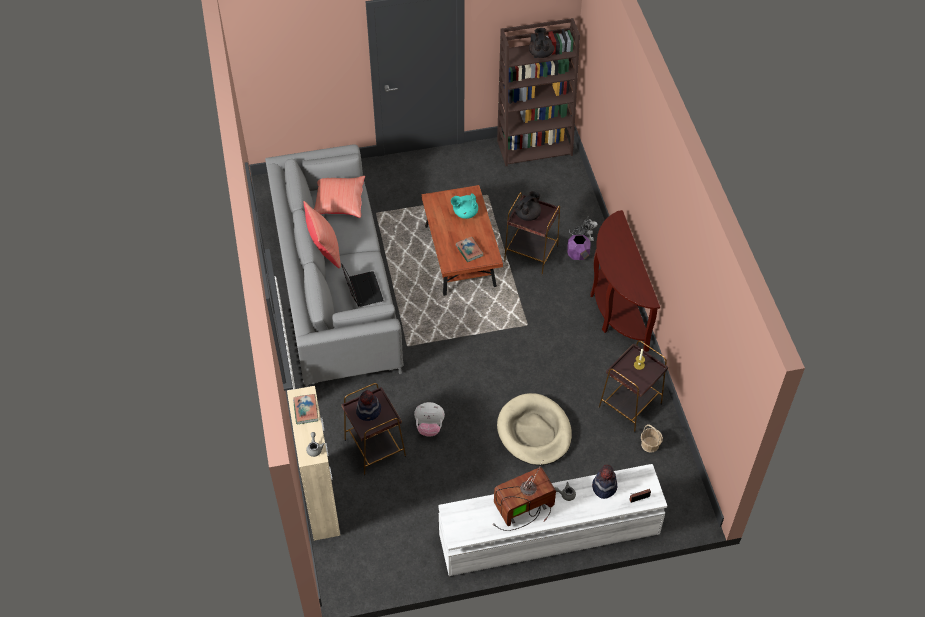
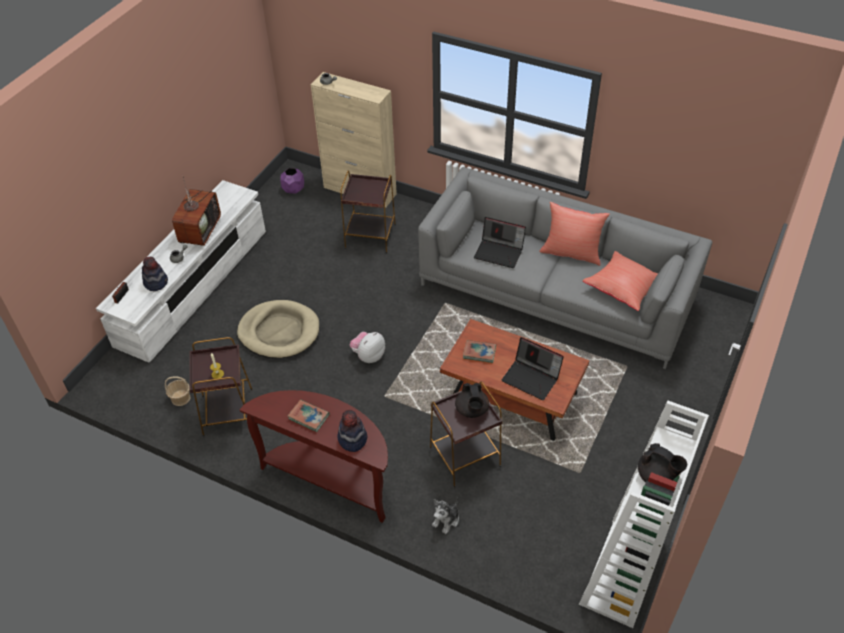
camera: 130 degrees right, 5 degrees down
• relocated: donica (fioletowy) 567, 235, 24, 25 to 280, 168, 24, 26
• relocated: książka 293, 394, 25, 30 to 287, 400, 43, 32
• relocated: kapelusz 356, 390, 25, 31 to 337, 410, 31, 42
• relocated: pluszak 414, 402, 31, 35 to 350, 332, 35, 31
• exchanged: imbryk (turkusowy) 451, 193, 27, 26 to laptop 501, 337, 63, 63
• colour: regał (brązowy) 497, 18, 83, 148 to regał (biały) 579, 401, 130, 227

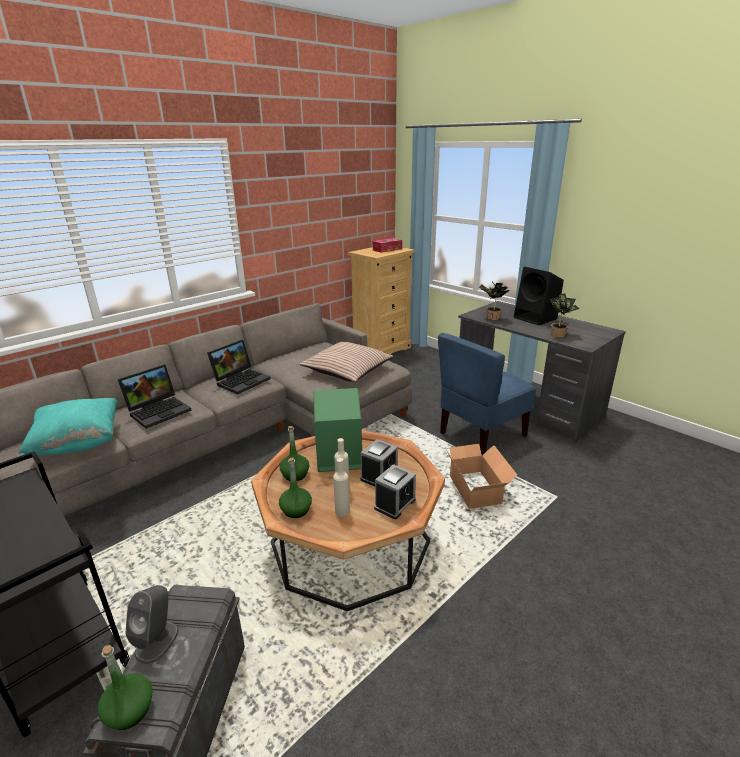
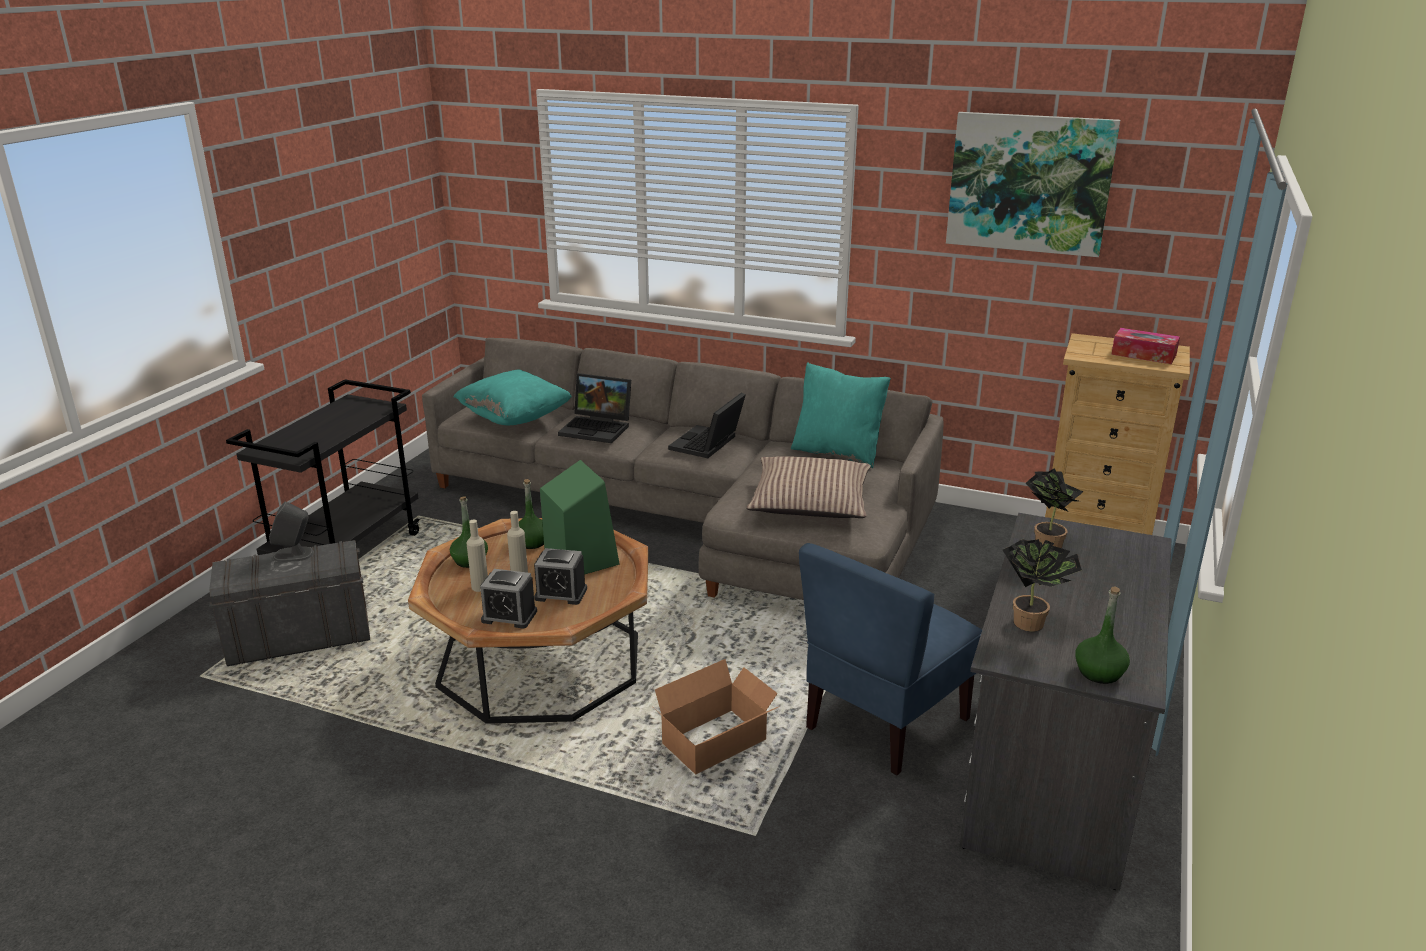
camera: 65 degrees right, 0 degrees up
• spun: laptop 207, 340, 63, 54 = 668, 393, 78, 65 105 degrees clockwise
• appeared: poduszka (turkusowy) 791, 362, 100, 106
• spun: krzesło (niebieski) 438, 333, 98, 122 = 799, 543, 183, 232 75 degrees counterclockwise
• appeared: obraz 946, 112, 174, 145
• relocated: butelka (zielony) 98, 645, 55, 85 to 1075, 586, 55, 98
• missing: głośnik (czarny) 514, 267, 50, 58

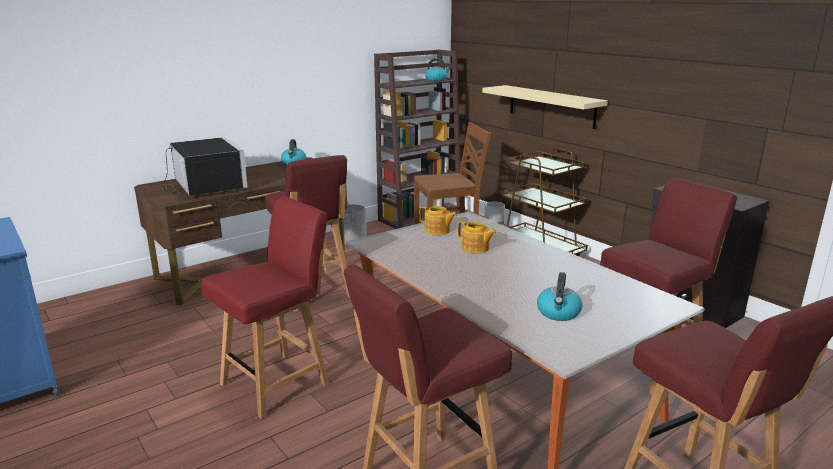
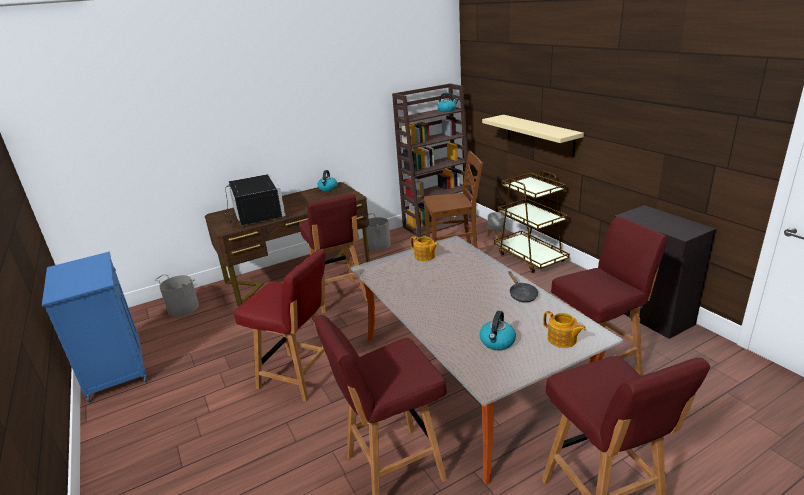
camera: 10 degrees right, 5 degrees up
• appeared: wiadro (szary) 154, 274, 45, 43
• spun: krzesło (czerwony) 201, 196, 128, 223 = 234, 249, 91, 153 60 degrees clockwise
• appeared: patelnia (czarny) 508, 271, 30, 31
• relocated: imbryk 457, 221, 40, 32 to 543, 311, 43, 37

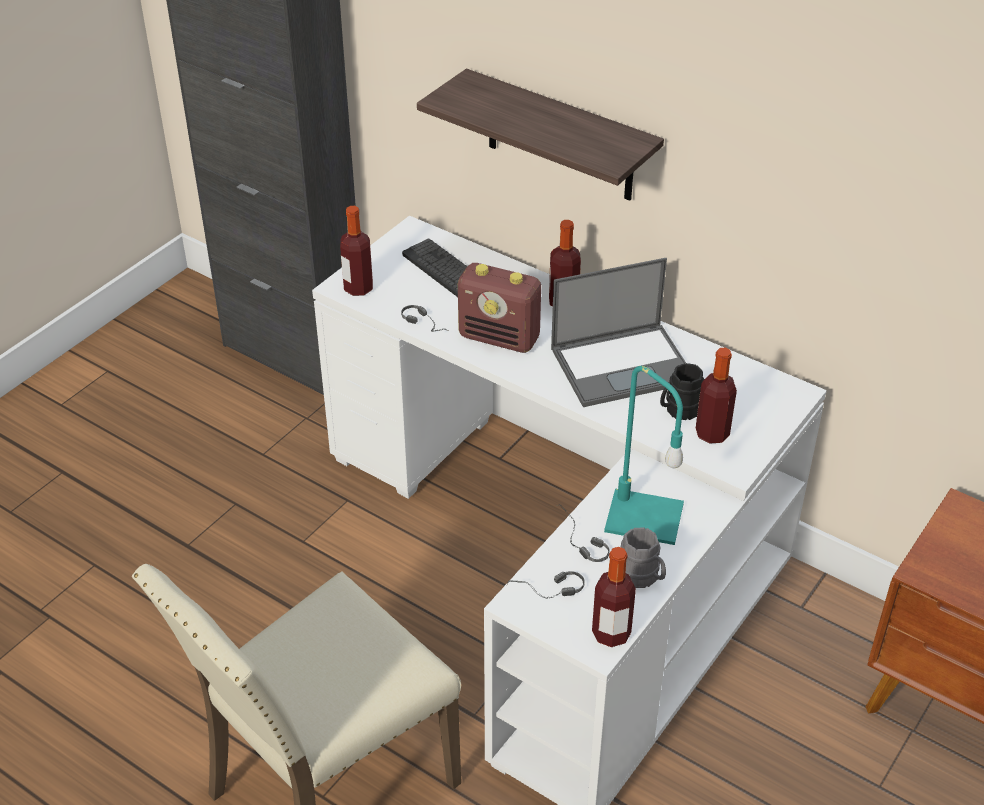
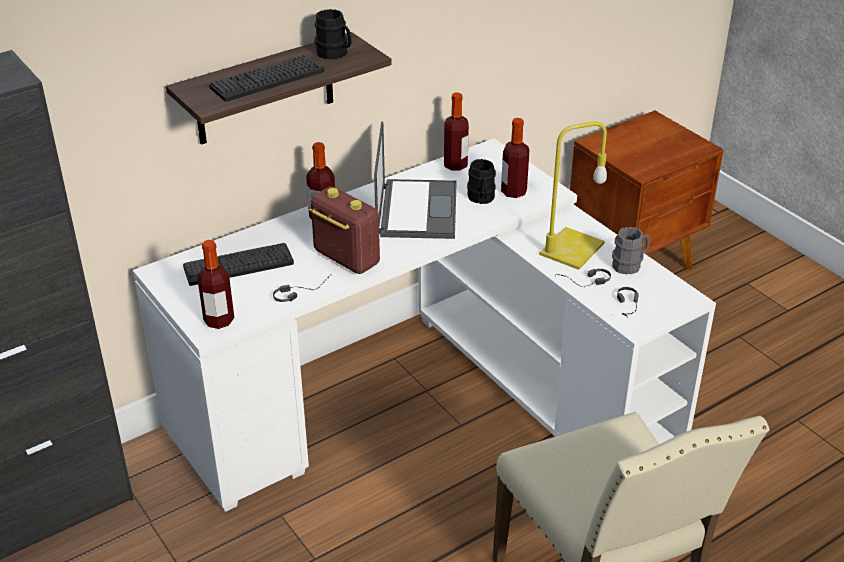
camera: 70 degrees left, 5 degrees down
• appeared: klawiatura 209, 54, 116, 48
• spun: radio 458, 263, 83, 90 = 309, 186, 71, 88 90 degrees counterclockwise
• appeared: kubek (czarny) 314, 9, 38, 50
• relocated: butelka 592, 547, 44, 100 to 444, 93, 25, 77
• colour: lampa stołowa (turkusowy) 604, 366, 80, 179 to lampa stołowa (żółty) 539, 121, 68, 149

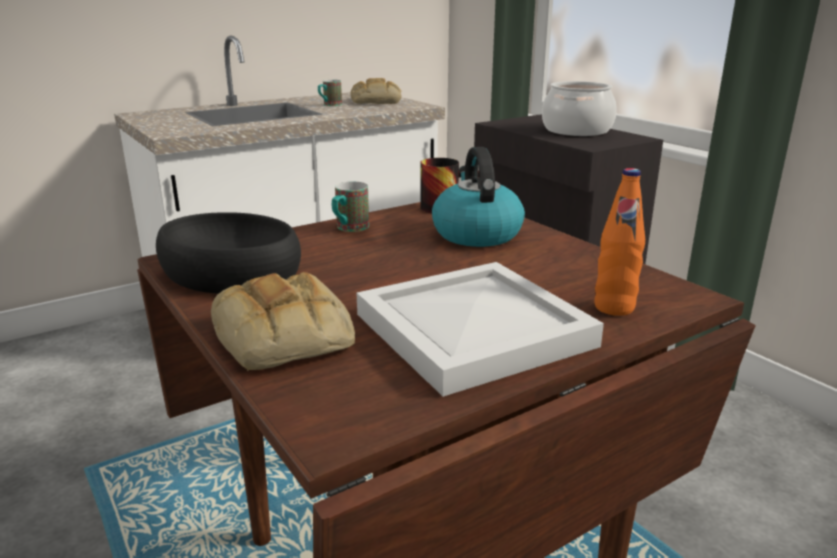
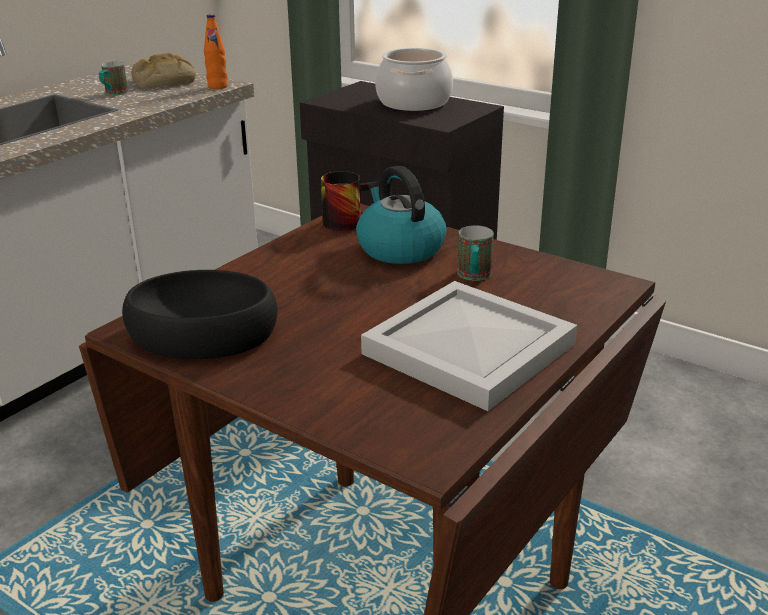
camera: 20 degrees left, 5 degrees up
• relocated: butelka (pomarańczowy) 594, 168, 51, 148 to 204, 14, 24, 75
• relocated: kubek 332, 182, 37, 50 to 457, 225, 37, 56
• missing: chleb 211, 272, 144, 99

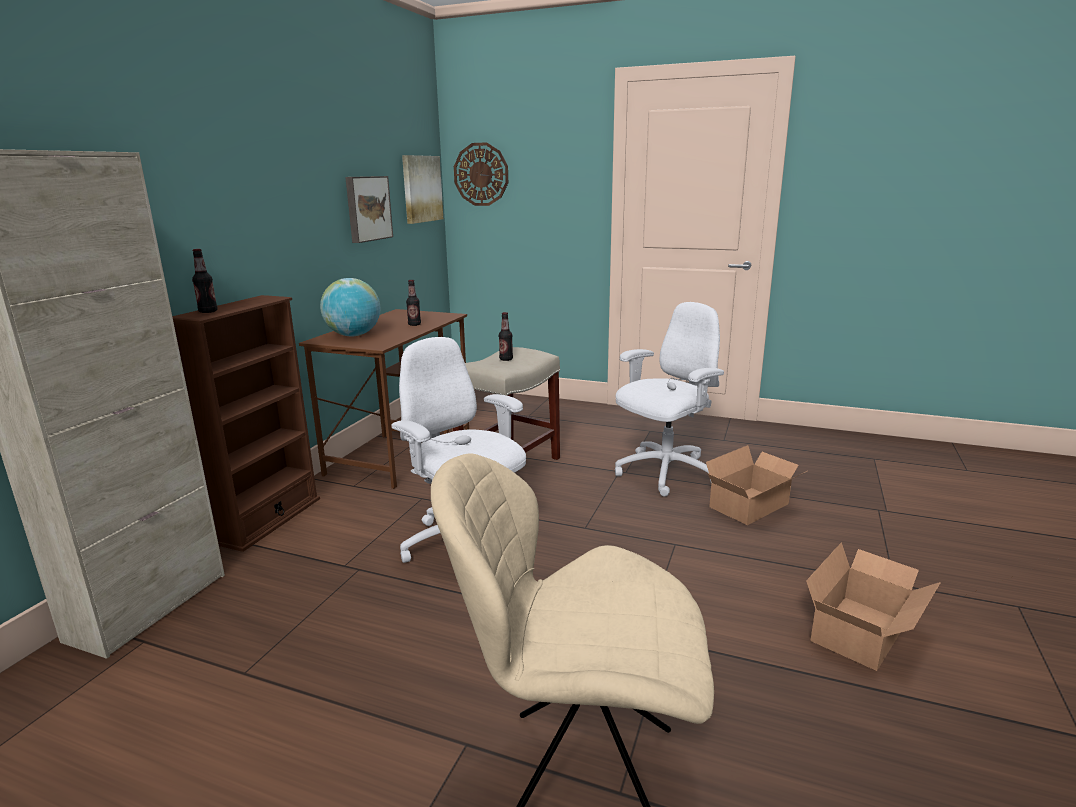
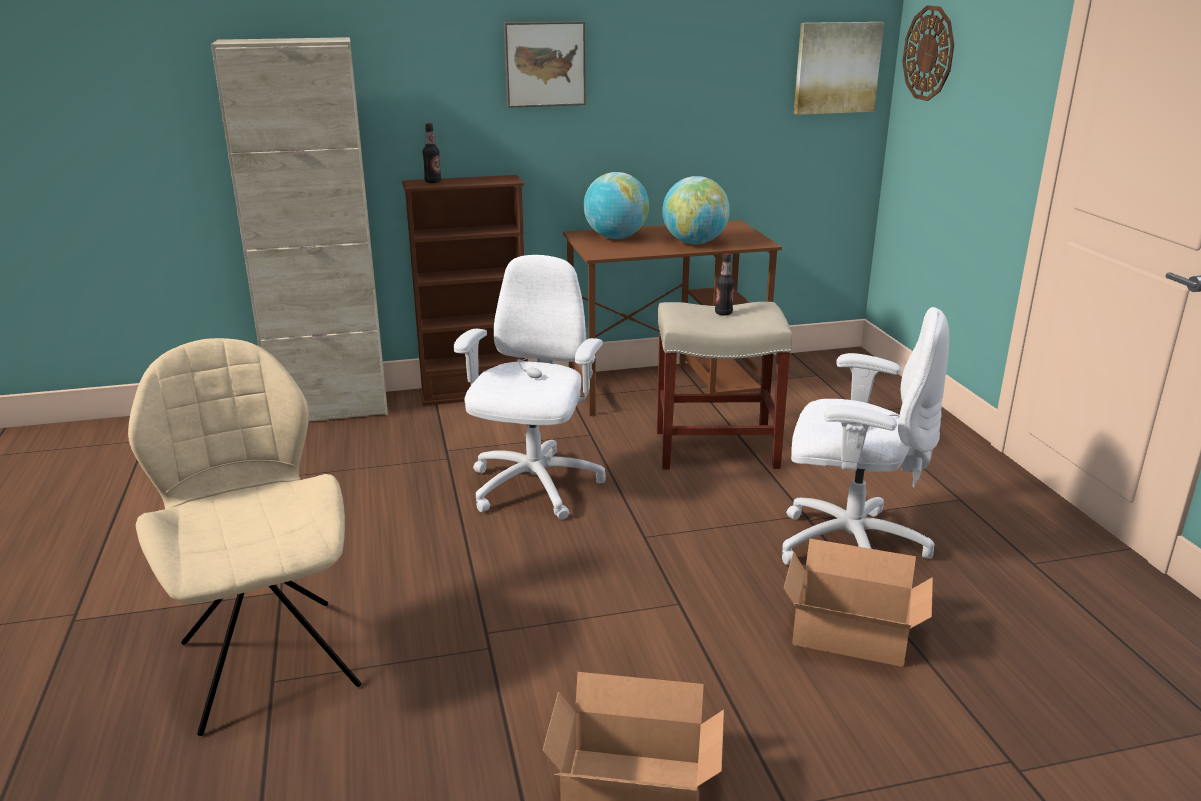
camera: 55 degrees right, 5 degrees up
• relocated: obraz 345, 176, 48, 67 to 504, 21, 81, 87
• exchanged: butelka 406, 280, 15, 46 to globus 662, 176, 68, 68

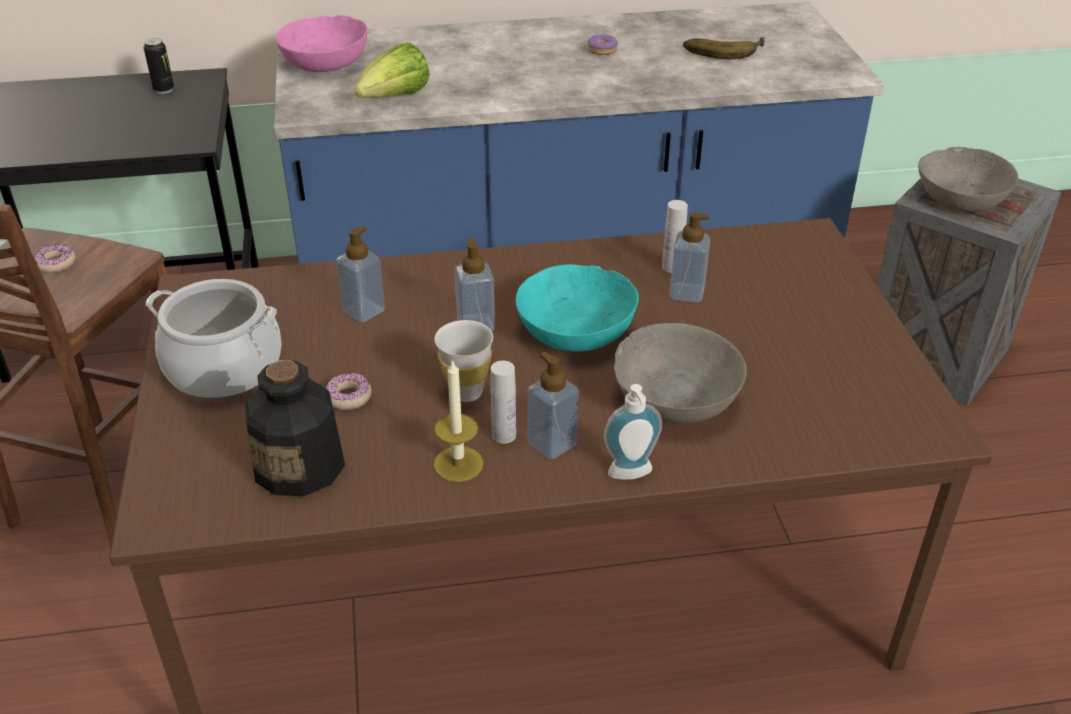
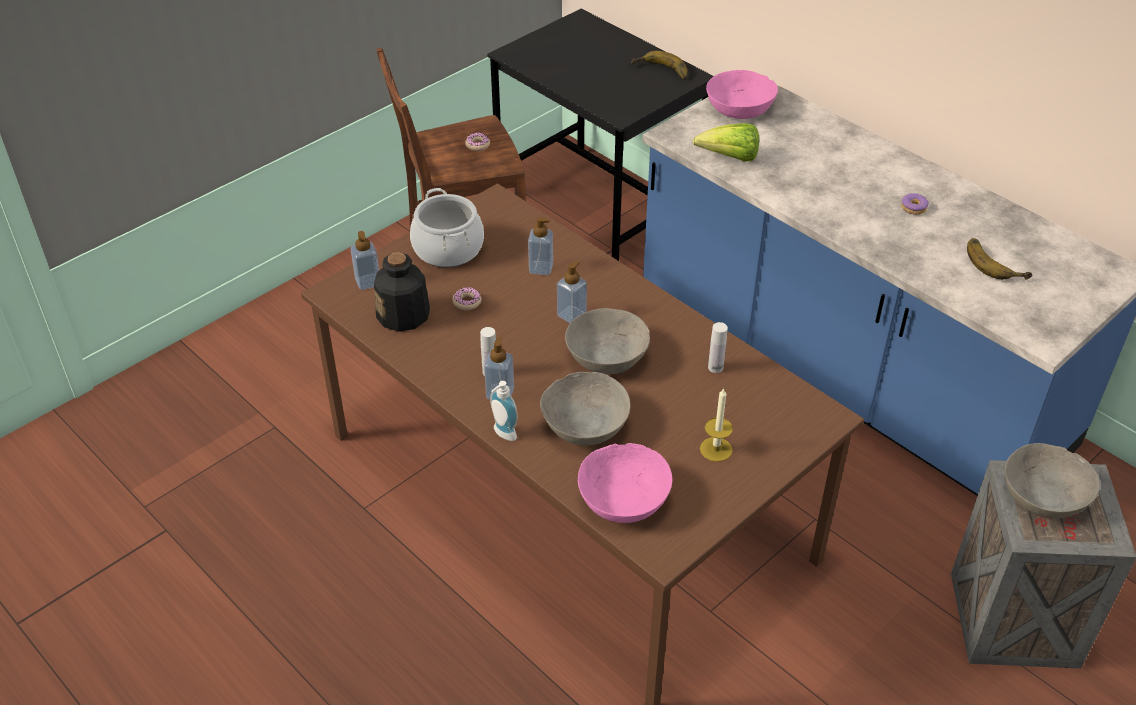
camera: 55 degrees right, 5 degrees up
• relocated: dozownik mydła 669, 212, 41, 91 to 350, 231, 29, 59
• colour: miska (turkusowy) 516, 264, 123, 88 to miska (szary) 565, 308, 85, 66
• appeared: miska (różowy) 578, 443, 94, 80
• exchanged: puszka 144, 38, 30, 56 to banan 631, 51, 57, 29
• relocated: świeca 434, 359, 50, 123 to 700, 388, 33, 74
• missing: filiżanka (biały) 435, 320, 58, 82

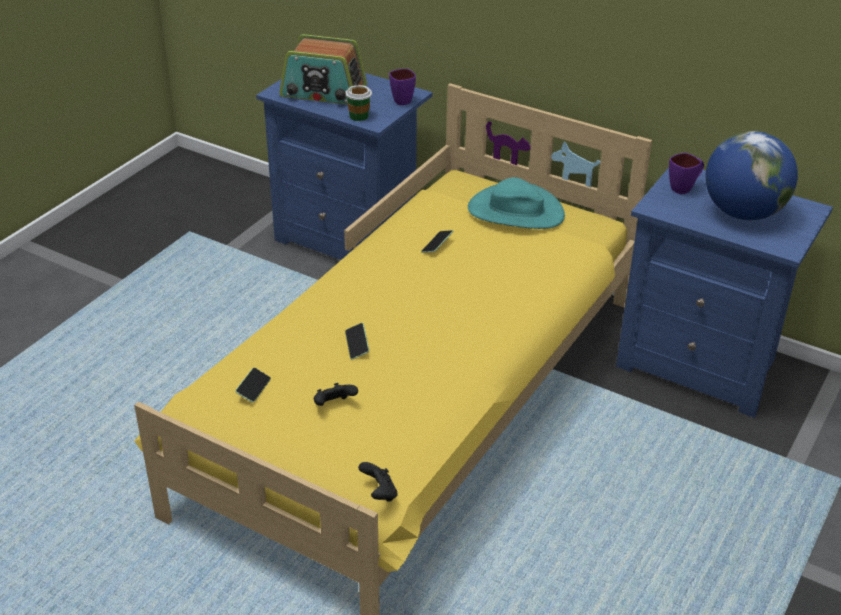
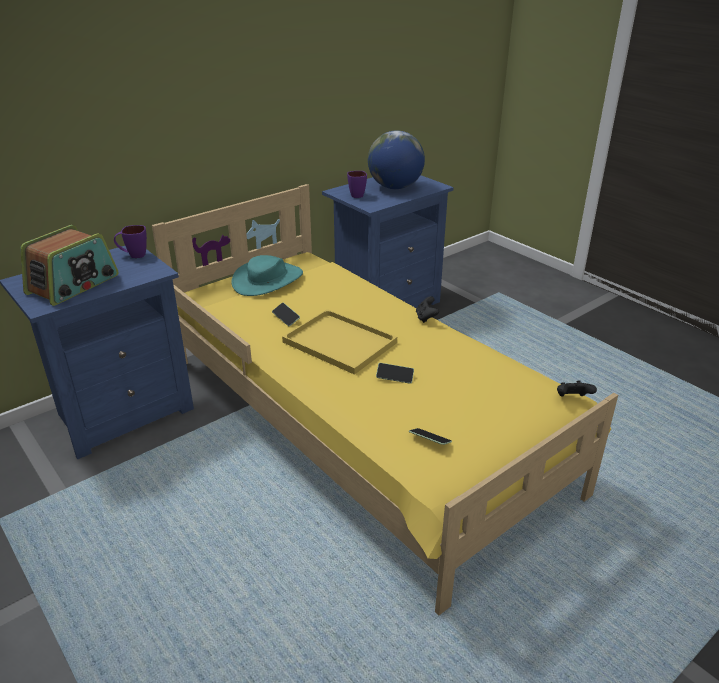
camera: 70 degrees left, 5 degrees down
• appeared: taca (żółty) 282, 309, 115, 66
• relocated: pad do gier (czarny) 314, 383, 44, 23 to 416, 296, 23, 27
• missing: filiżanka 345, 85, 27, 36

